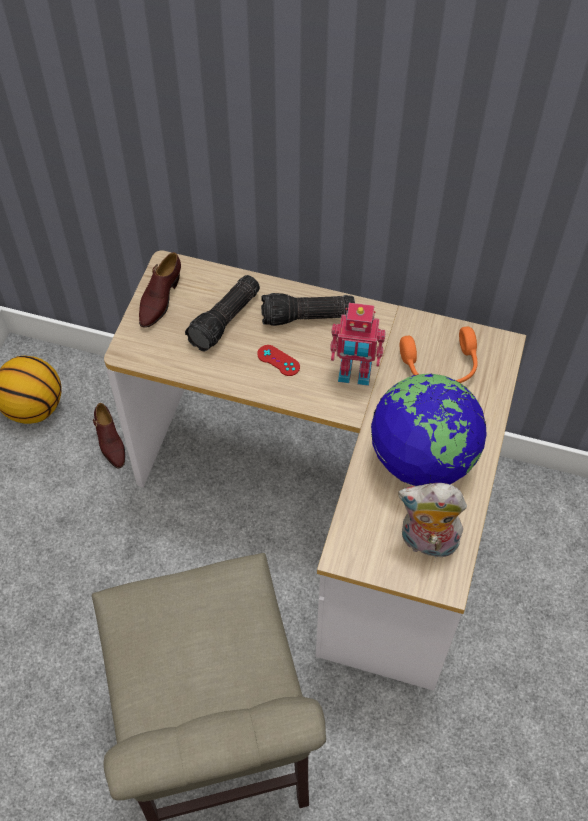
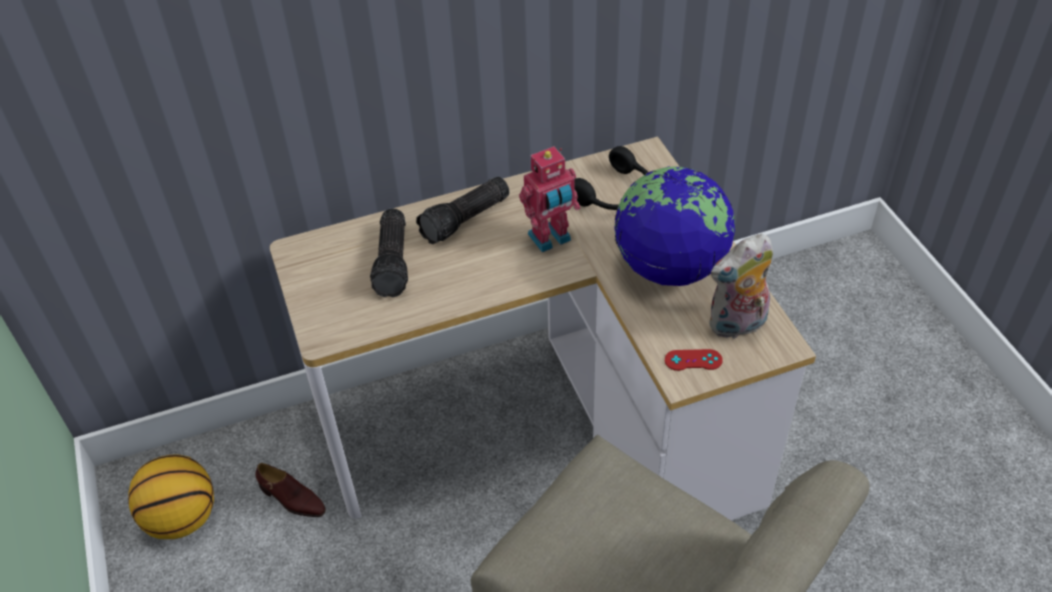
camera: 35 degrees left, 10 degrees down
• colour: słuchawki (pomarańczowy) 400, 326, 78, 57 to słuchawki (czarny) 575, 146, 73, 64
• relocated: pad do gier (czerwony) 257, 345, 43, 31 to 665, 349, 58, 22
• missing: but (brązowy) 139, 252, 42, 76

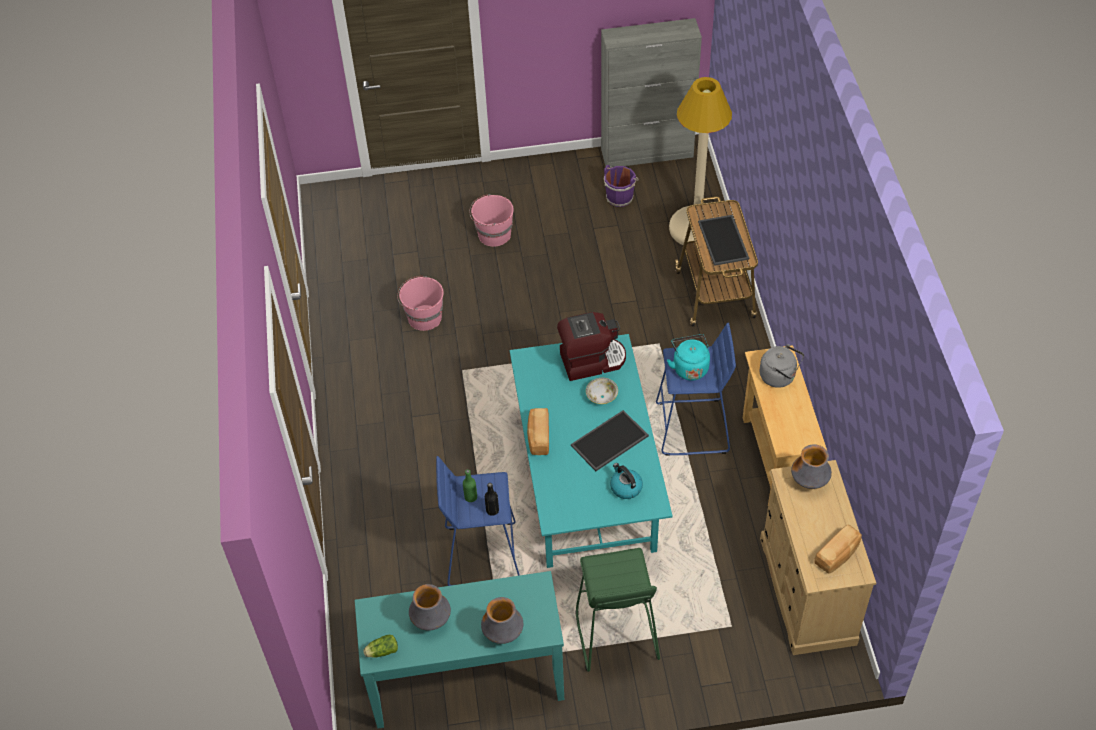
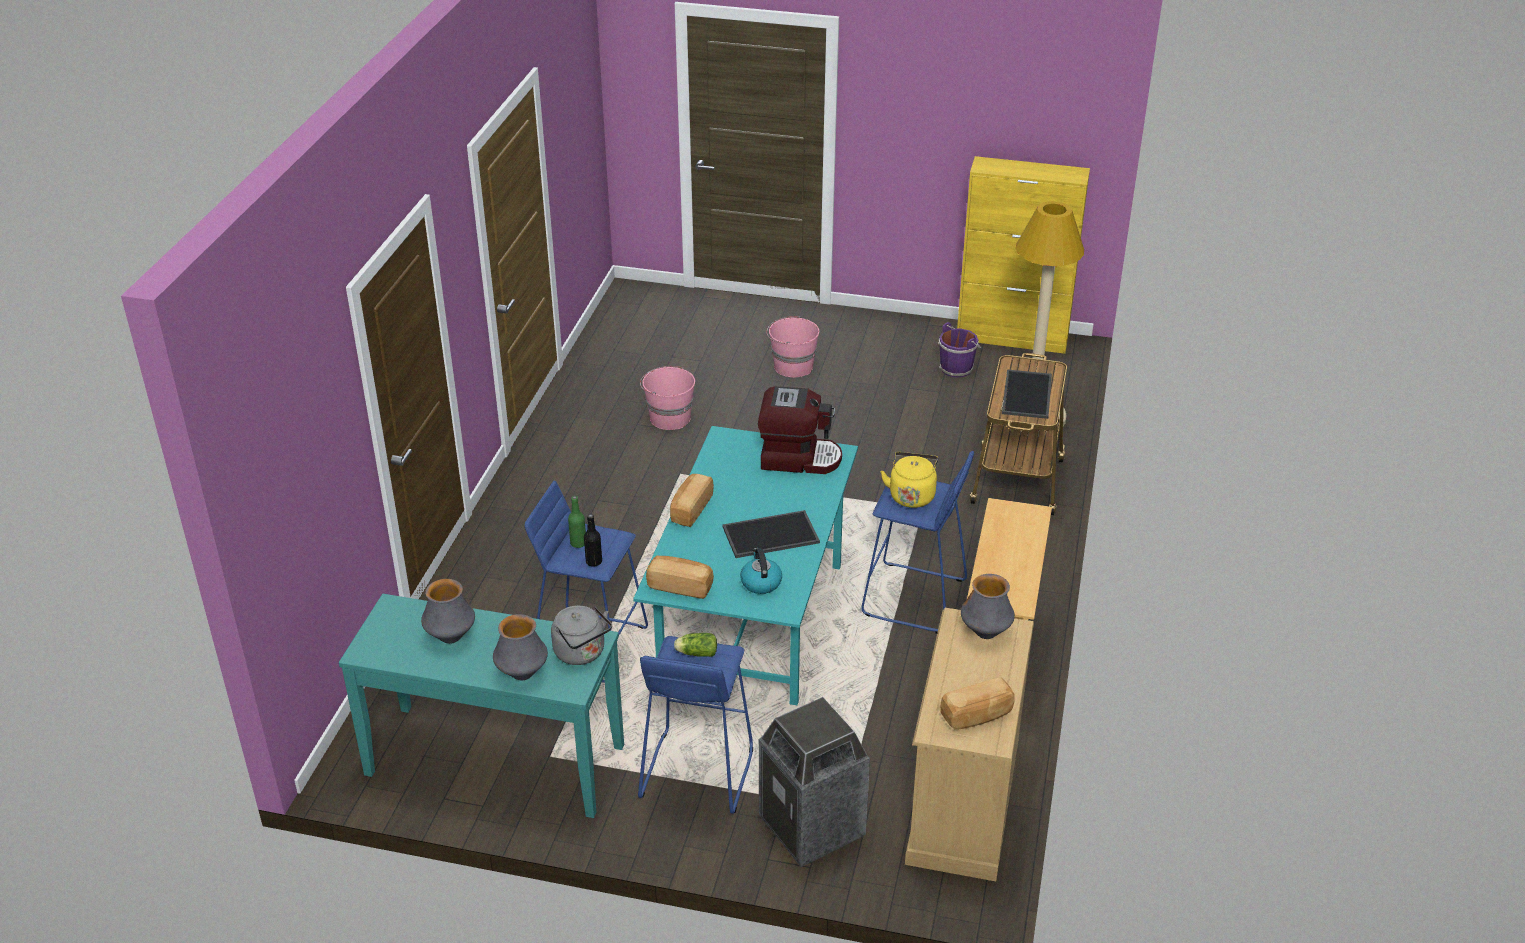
camera: 20 degrees right, 15 degrees down
• relocated: czajnik (szary) 760, 344, 44, 44 to 551, 605, 61, 60
• colour: stołek (zielony) 575, 548, 85, 124 to stołek (niebieski) 638, 636, 115, 178
• appeared: chleb 646, 556, 68, 43
• relocated: sałata 363, 635, 35, 23 to 674, 633, 43, 24
• appeared: kosz na śmieci 759, 697, 111, 170
• colour: czajnik (turkusowy) 667, 334, 43, 47 to czajnik (żółty) 881, 452, 58, 56
• colour: szafka (szary) 601, 18, 101, 150 to szafka (żółty) 957, 156, 133, 198
• missing: miska 586, 378, 32, 26

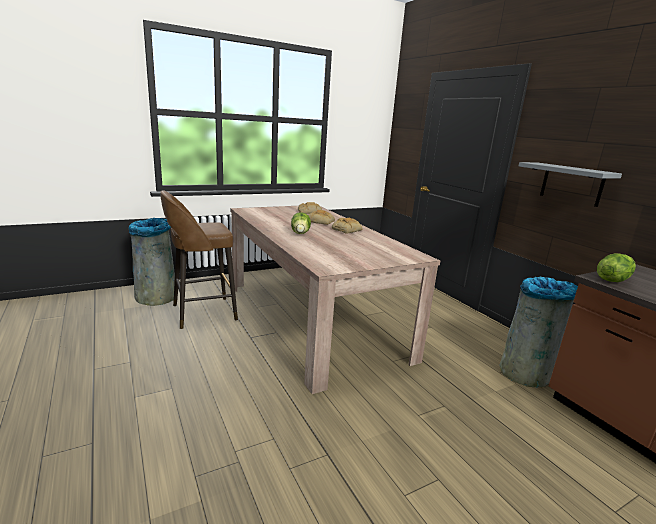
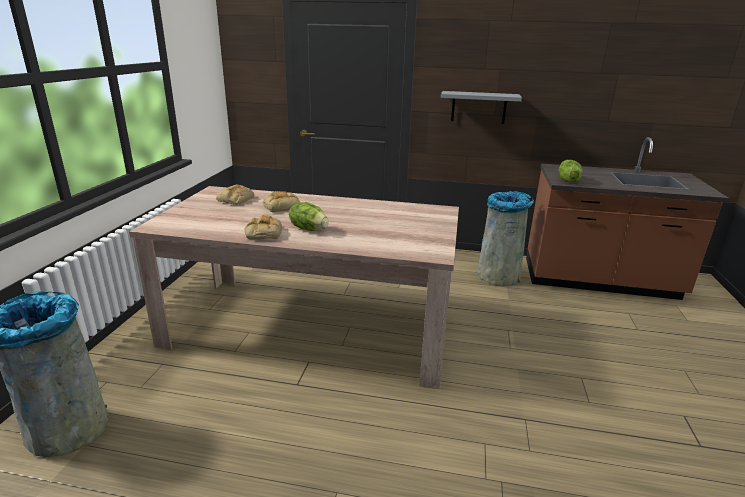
camera: 50 degrees left, 5 degrees up
• relocated: chleb 332, 218, 31, 16 to 244, 215, 38, 24
• missing: stołek (brązowy) 161, 190, 77, 139

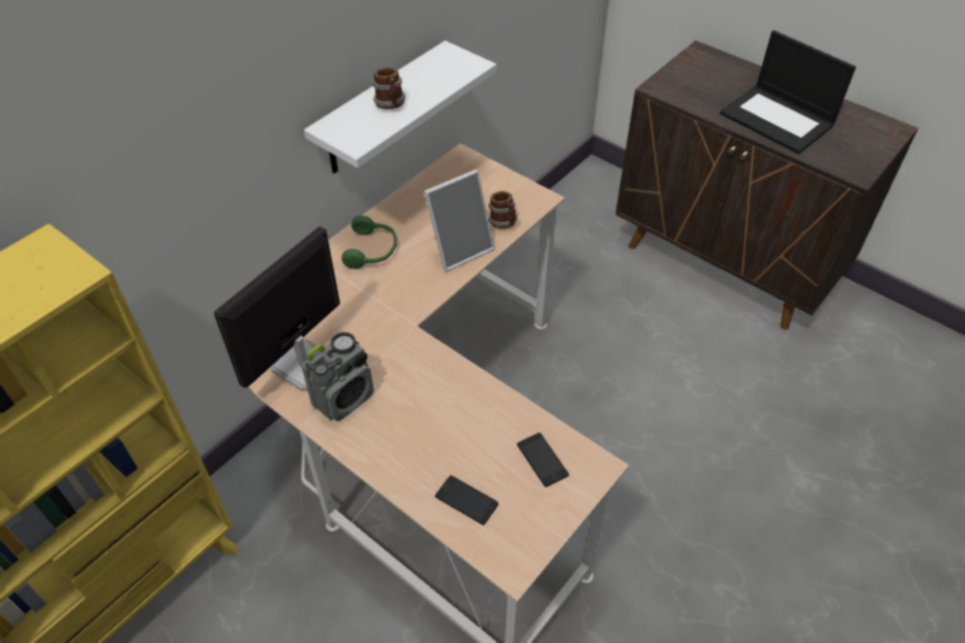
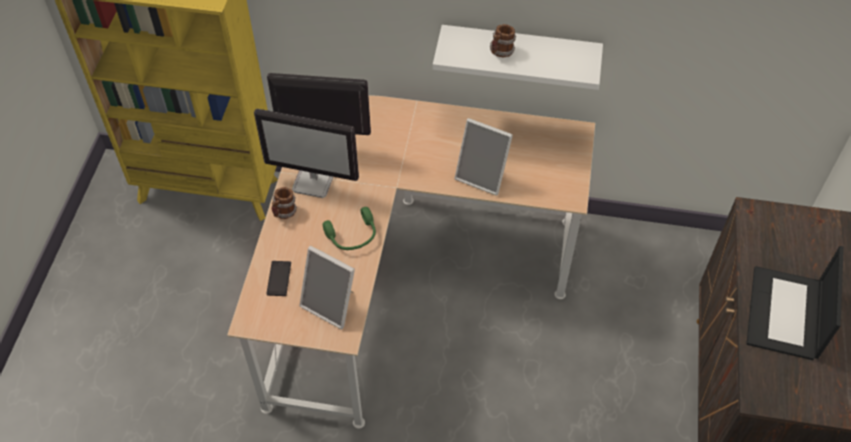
camera: 60 degrees right, 5 degrees up
• exchanged: radio 301, 332, 73, 89 to monitor 254, 109, 105, 89
• relocated: kubek 489, 191, 29, 38 to 271, 187, 26, 32
• exchanged: telefon 517, 433, 52, 54 to ramka na zdjęcie 299, 246, 56, 84
• relocated: słuchawki (zielony) 342, 215, 55, 54 to 323, 207, 53, 43

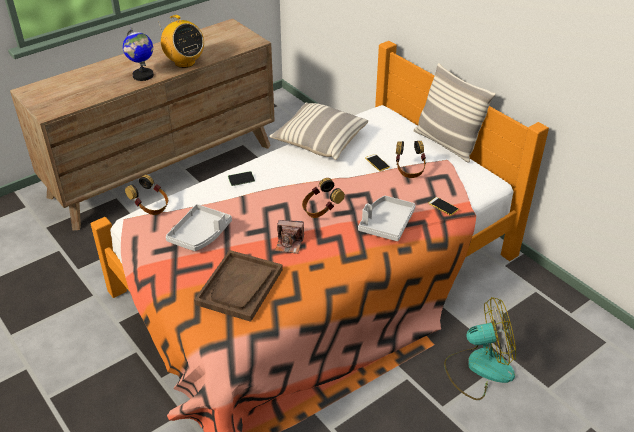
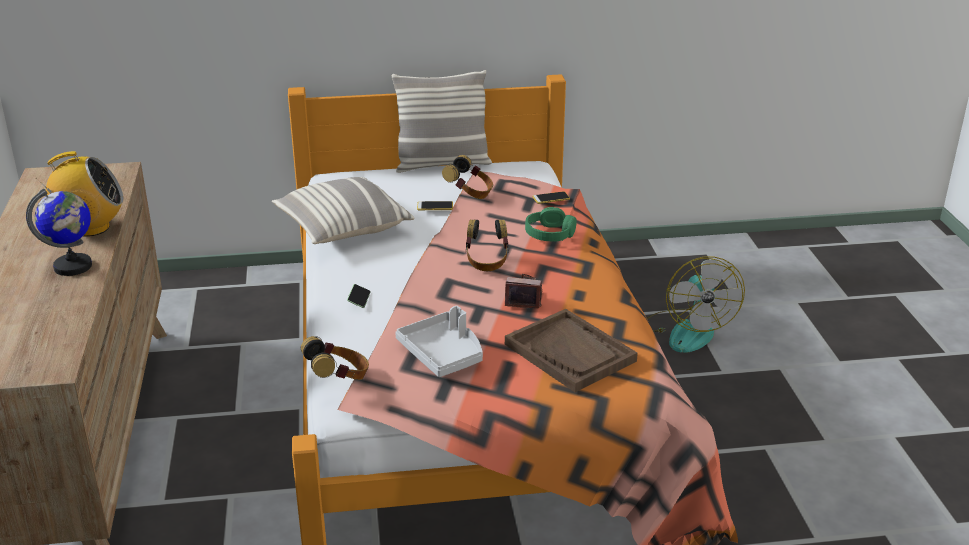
camera: 60 degrees left, 10 degrees down
• spun: aparat fotograficzny 275, 220, 29, 34 = 505, 274, 38, 35 120 degrees counterclockwise
• exchanged: taca (szary) 358, 196, 58, 45 to słuchawki (zielony) 525, 207, 52, 34
• spun: wentylator 444, 297, 72, 103 = 647, 257, 98, 96 150 degrees clockwise

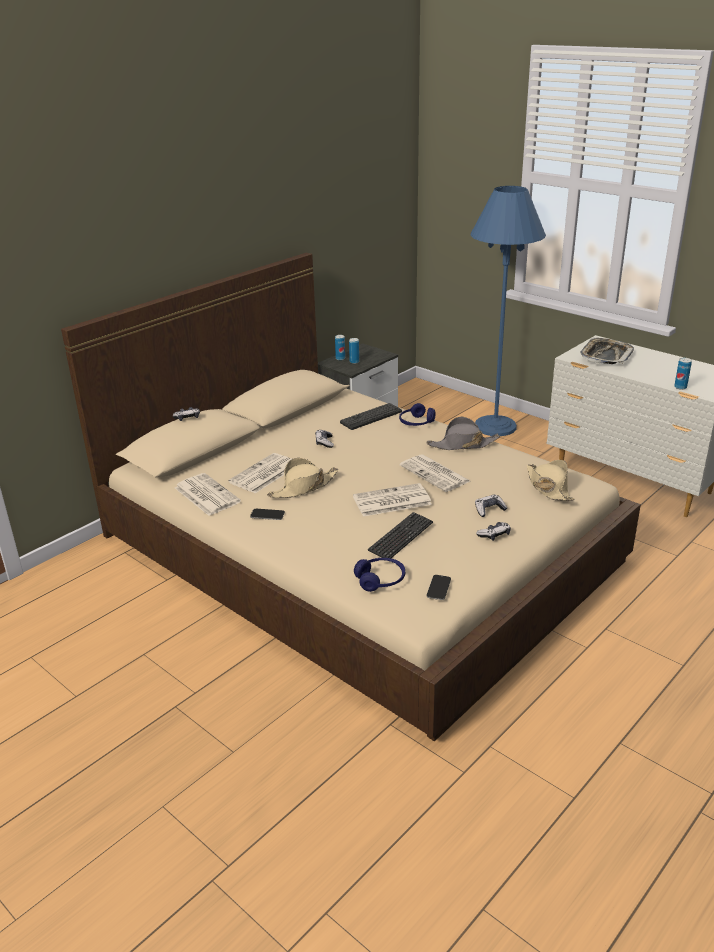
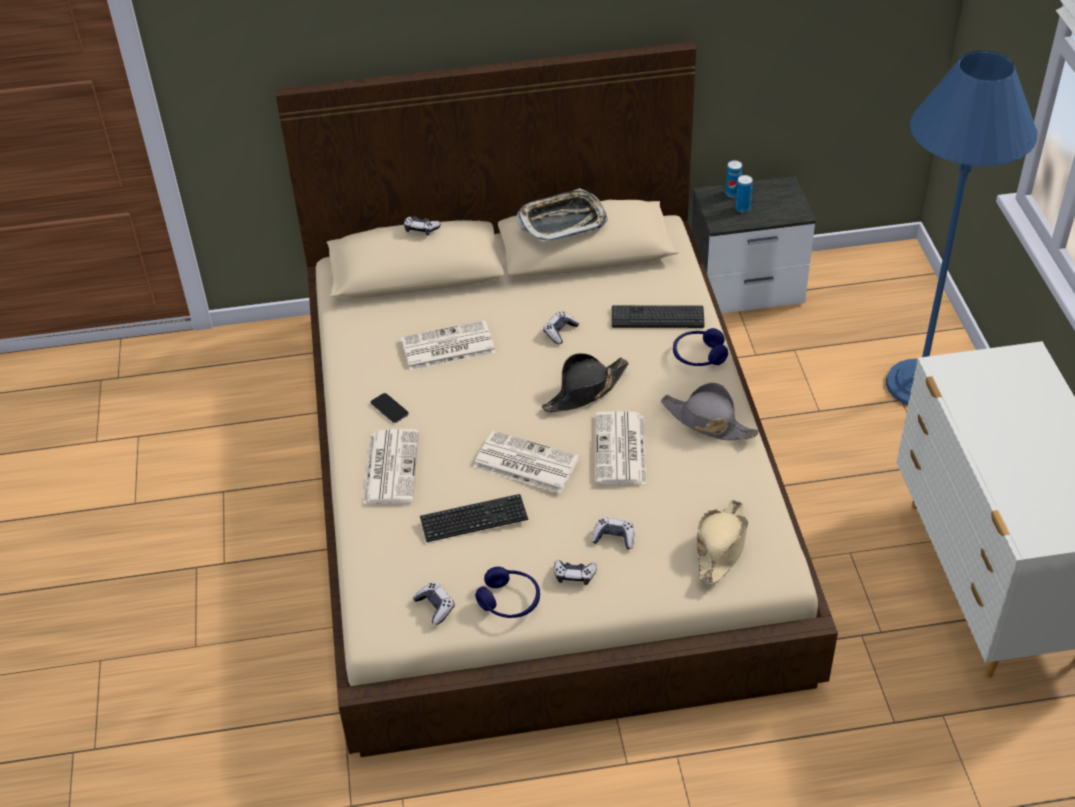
camera: 40 degrees right, 15 degrees up
• relocated: gazeta 175, 473, 66, 43 to 363, 429, 56, 75
• exchanged: telefon 426, 575, 25, 25 to pad do gier 413, 582, 42, 43
• relocated: słuchawki (niebieski) 354, 558, 51, 34 to 475, 567, 65, 51
• relocated: taca 580, 338, 54, 26 to 516, 188, 92, 55
• appeared: kapelusz (czarny) 542, 353, 87, 59
• missing: kapelusz (beżowy) 267, 458, 71, 40
• missing: puszka 674, 358, 18, 32

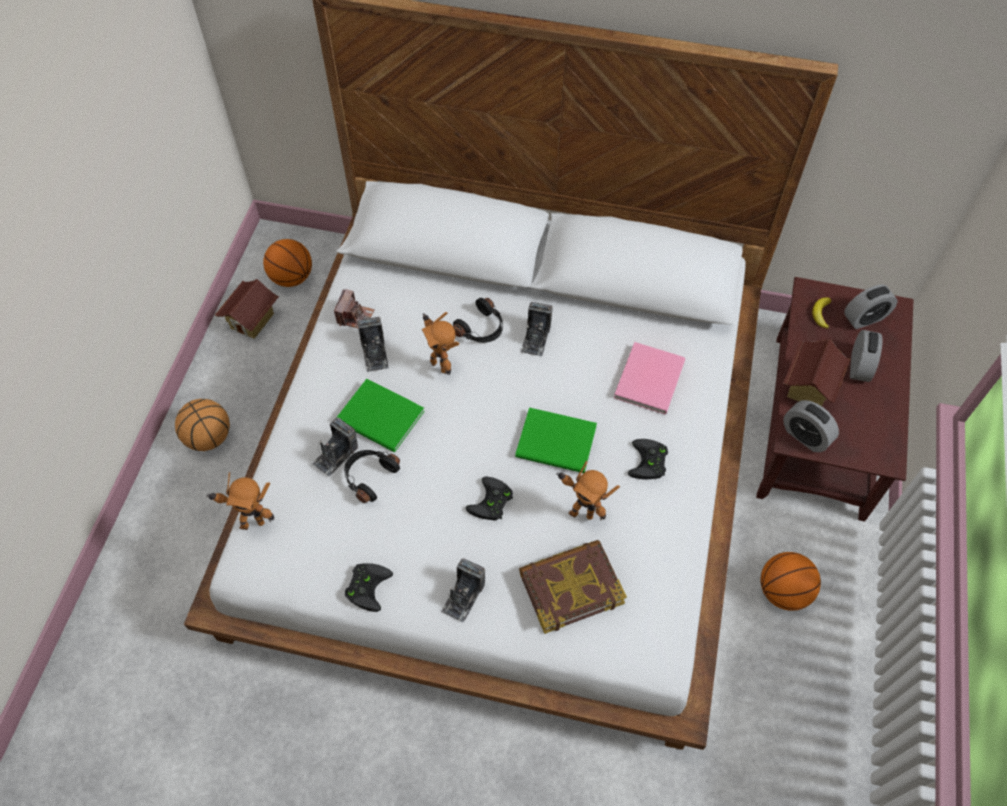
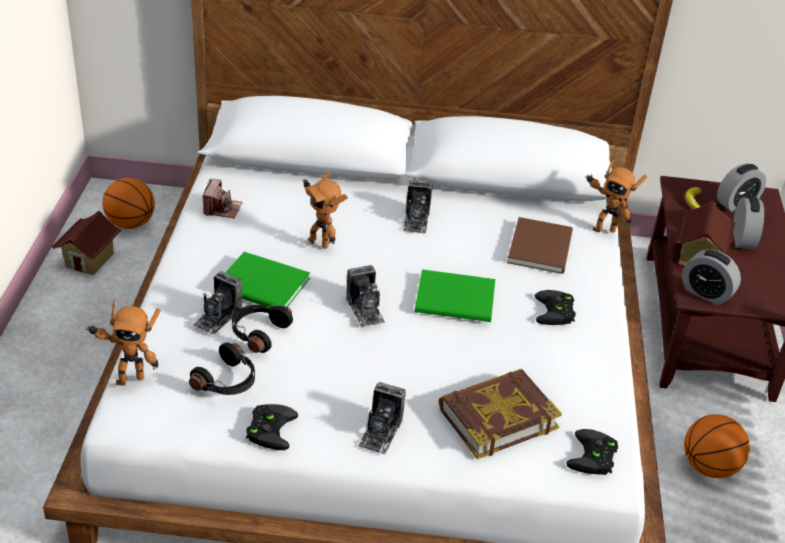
camera: 10 degrees left, 20 degrees down
• relocated: słuchawki (czarny) 453, 298, 50, 45 to 189, 342, 66, 53
• relocated: aparat fotograficzny 357, 317, 32, 55 to 346, 265, 39, 62
• colour: książka (różowy) 614, 342, 71, 72 to książka (brązowy) 507, 217, 66, 57
• relocated: pad do gier (czarny) 466, 477, 47, 44 to 566, 429, 52, 46
• relocated: robot zabawkowy 556, 461, 64, 59 to 585, 160, 62, 73
• missing: piłka do koszykówki 175, 399, 55, 52

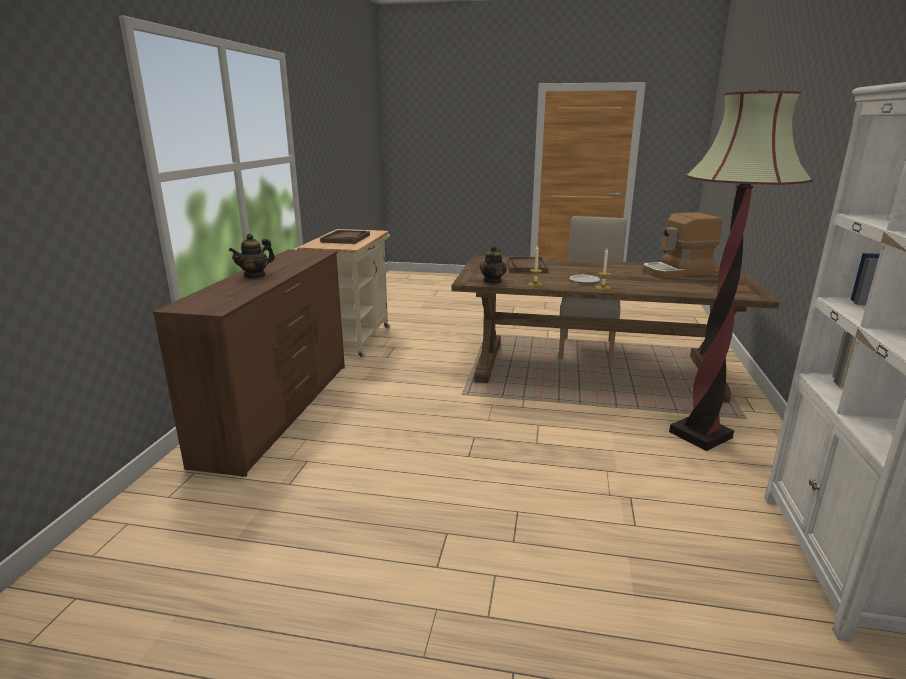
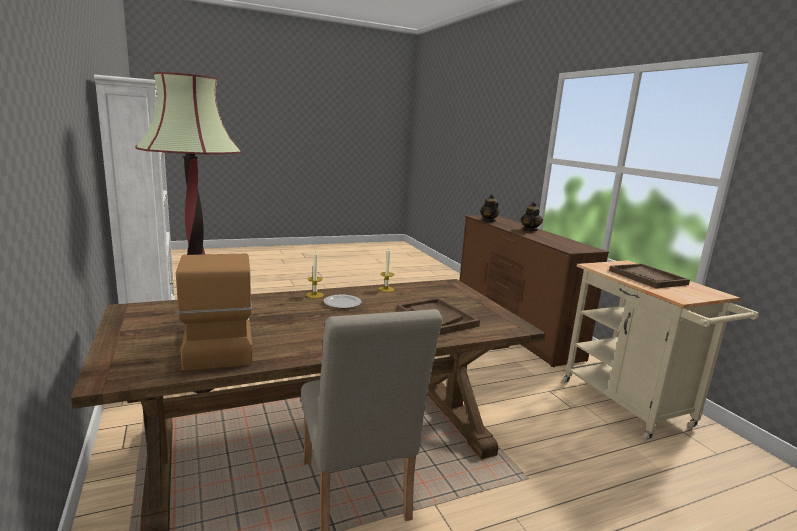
camera: 145 degrees right, 5 degrees down
• spun: ekspres do kawy 643, 212, 80, 66 = 176, 254, 77, 117 60 degrees counterclockwise
• relocated: imbryk 480, 245, 27, 39 to 480, 194, 20, 28

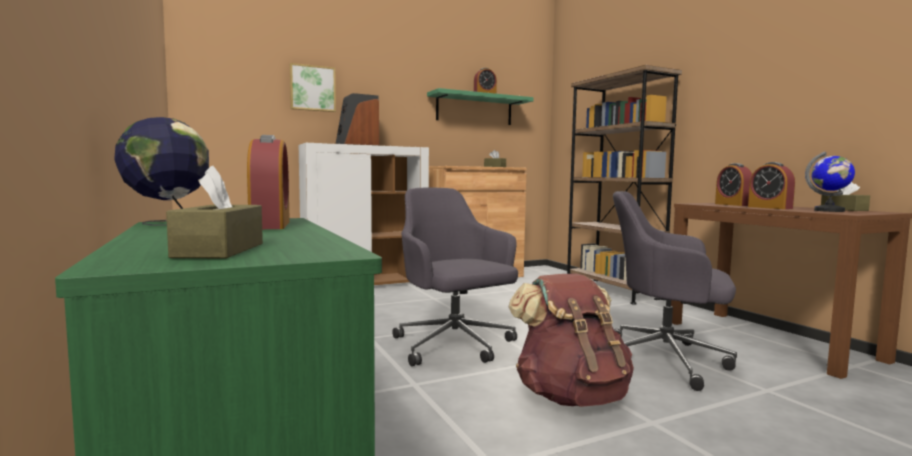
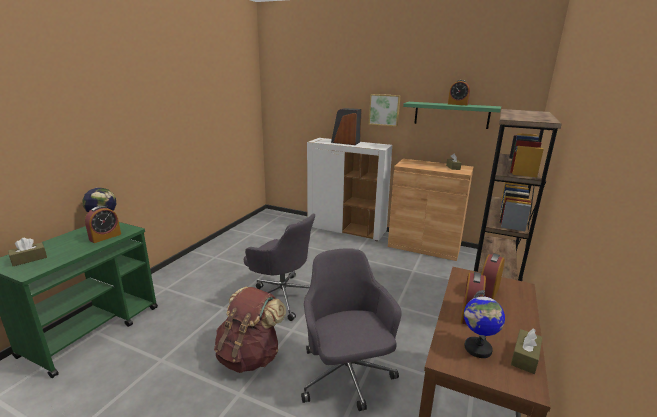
camera: 50 degrees right, 15 degrees up
• spun: krzesło biurowe (szary) 392, 187, 126, 179 = 244, 213, 71, 108 105 degrees clockwise
• relocated: obraz 290, 63, 46, 49 to 369, 94, 31, 33

